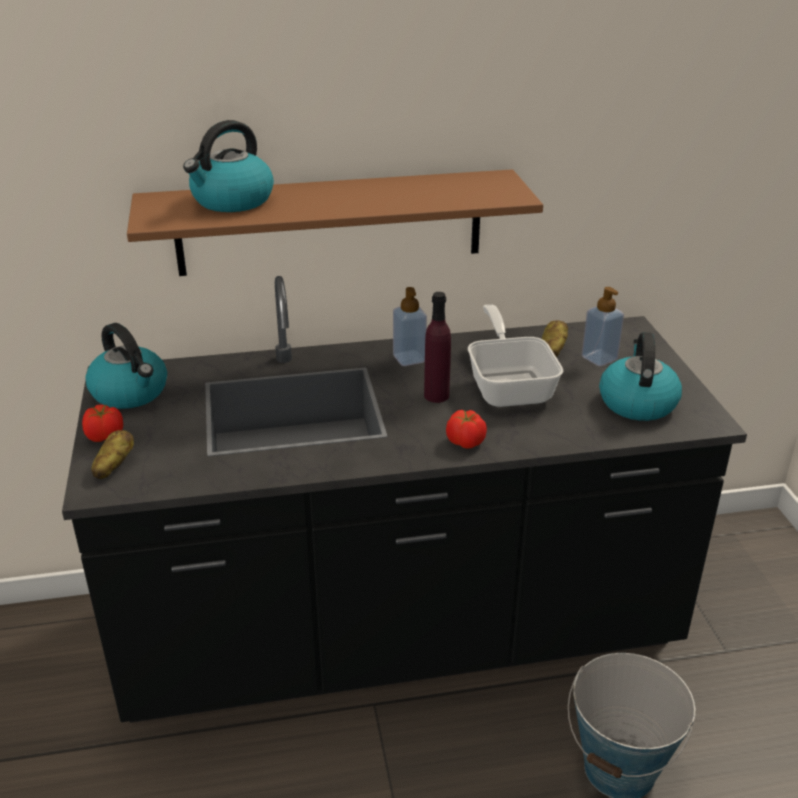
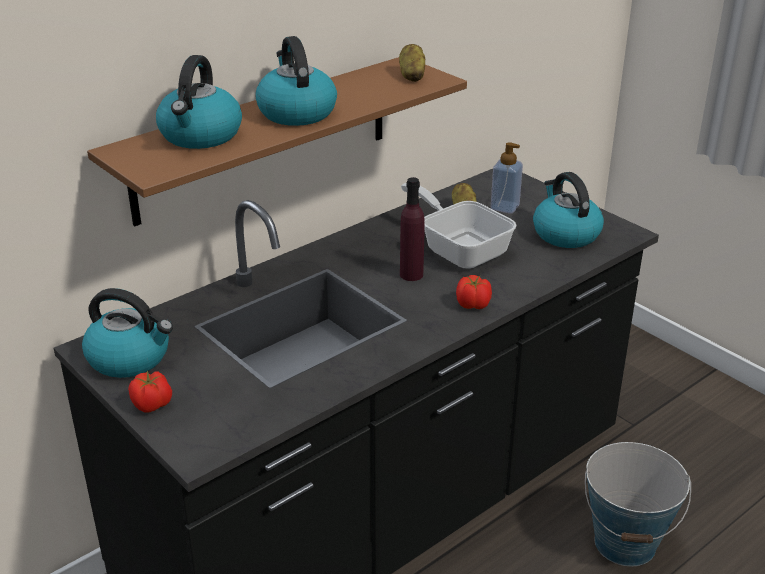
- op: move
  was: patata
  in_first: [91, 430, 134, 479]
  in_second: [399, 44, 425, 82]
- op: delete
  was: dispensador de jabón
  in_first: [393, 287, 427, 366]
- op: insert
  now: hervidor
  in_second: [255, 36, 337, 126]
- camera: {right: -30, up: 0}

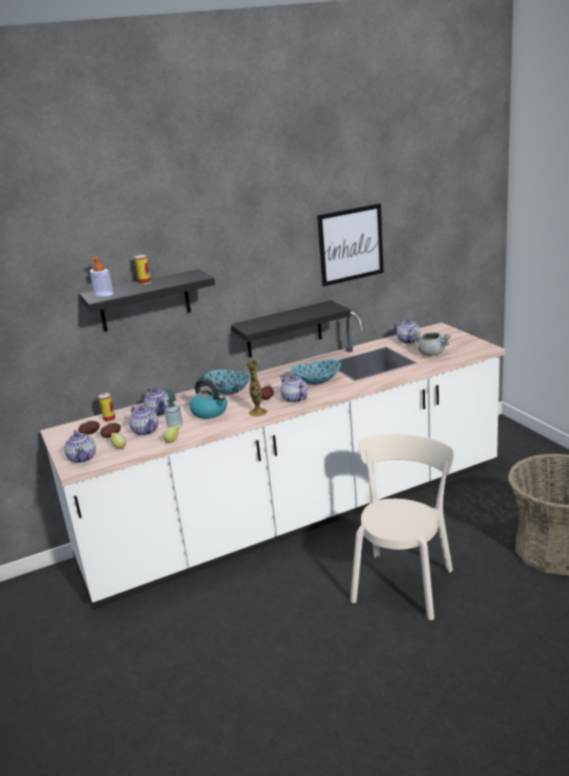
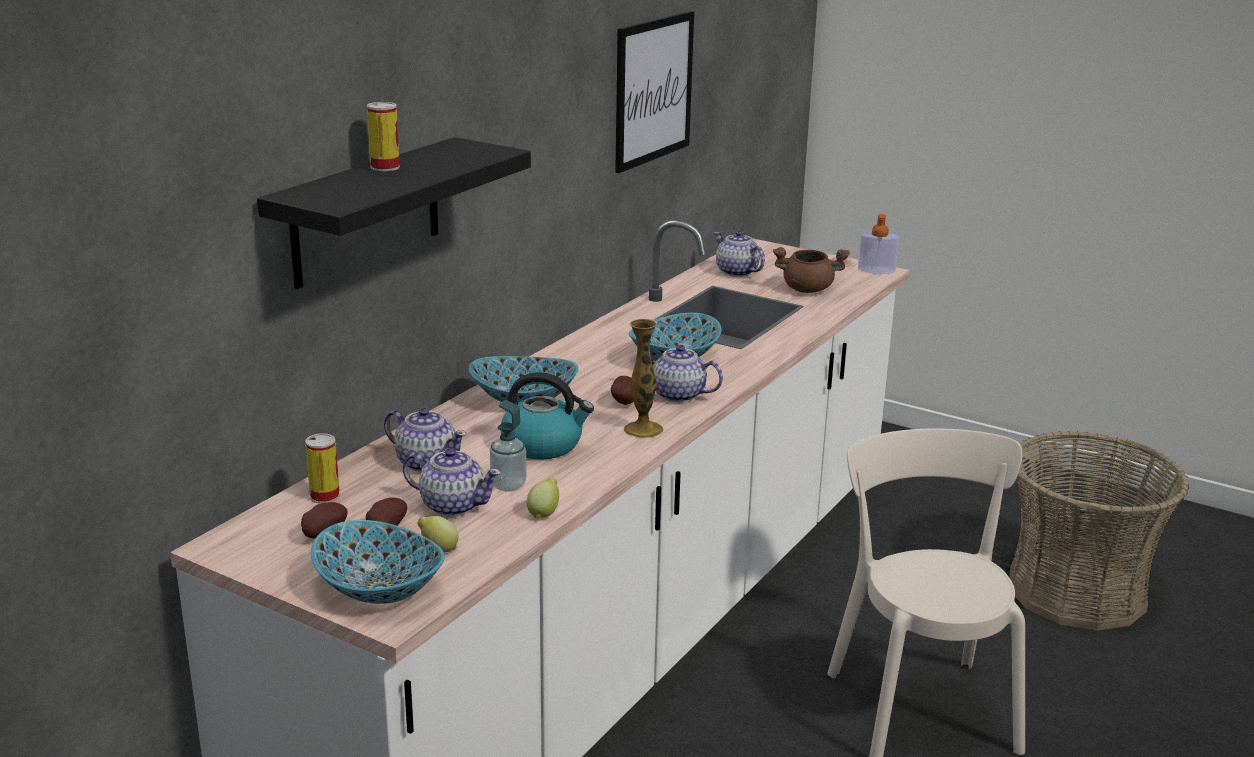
- op: replace
  was: tetera
  now: cuenco
  in_first: [64, 430, 96, 463]
  in_second: [311, 520, 445, 604]
- op: move
  was: dispensador de jabón
  in_first: [90, 256, 113, 297]
  in_second: [858, 214, 899, 274]
- op: delete
  was: estante [negro]
  in_first: [231, 300, 351, 358]
- op: recolor
  was: olla [gris]
  now: olla [marrón]
  in_first: [412, 330, 451, 356]
  in_second: [773, 247, 850, 293]
- camera: {right: -35, up: 0}

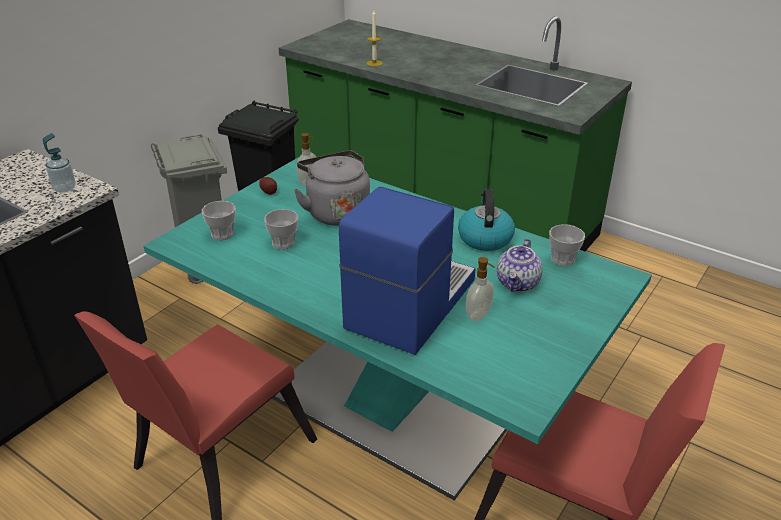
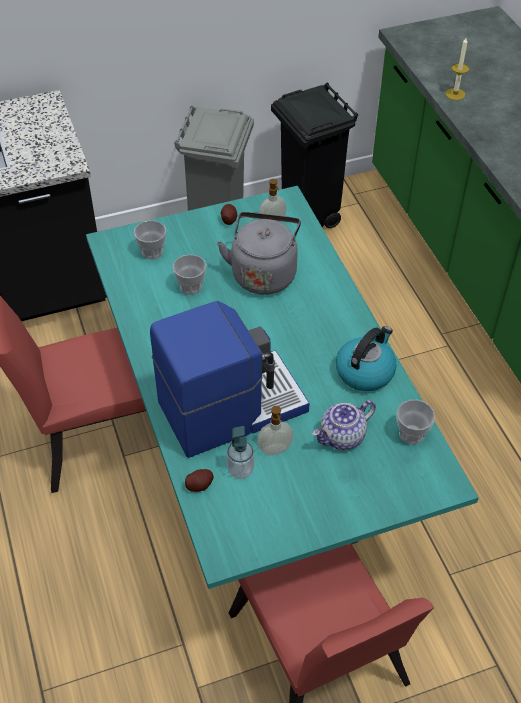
- op: move
  was: dispensador de jabón
  in_first: [43, 133, 76, 193]
  in_second: [227, 426, 254, 479]
- op: insert
  now: patata
  in_second: [185, 469, 214, 492]
- camera: {right: 35, up: 15}

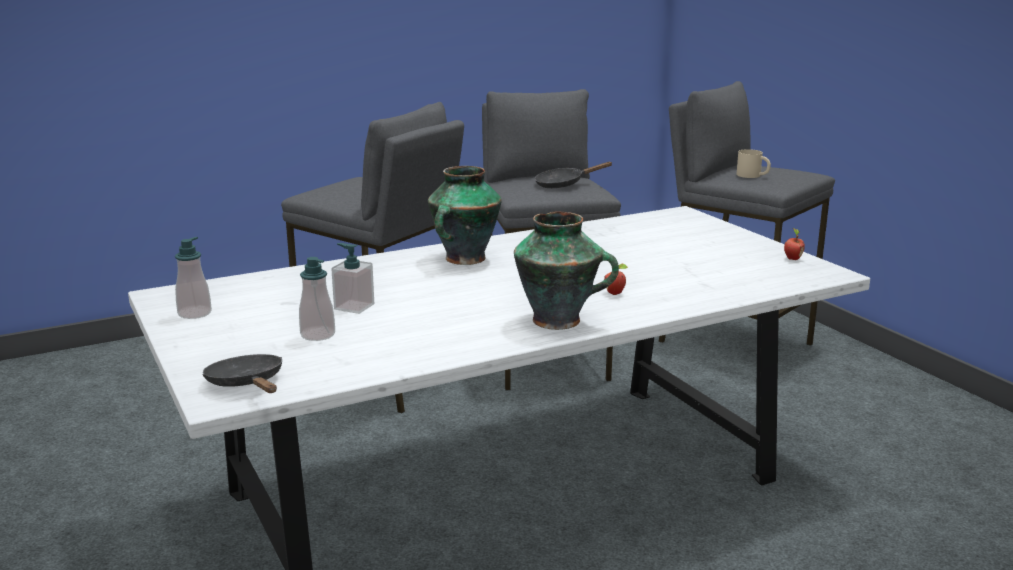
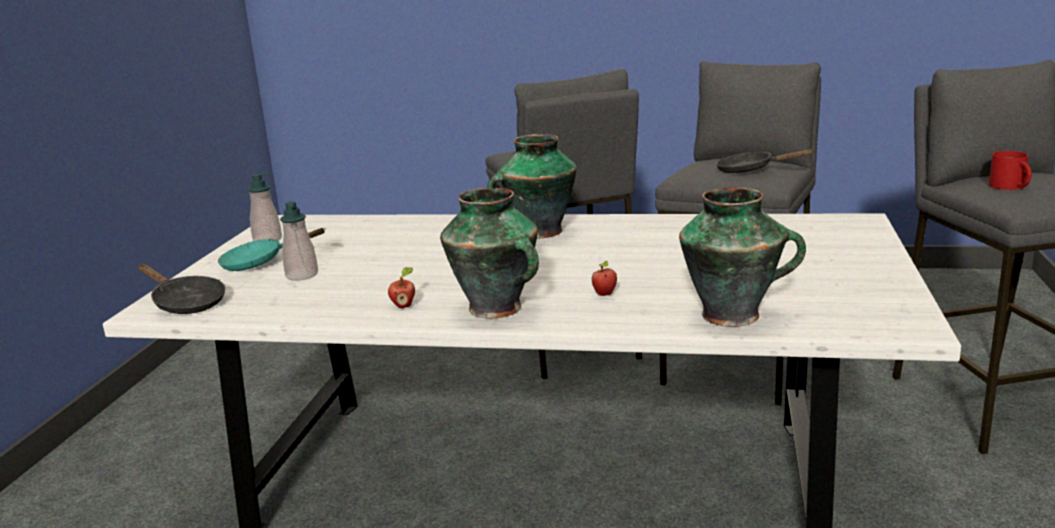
- op: rotate
  was: sartén [negro]
  in_first: [202, 354, 282, 393]
  in_second: [138, 264, 225, 314]
  clockwise: 120
- op: delete
  was: dispensador de jabón
  in_first: [331, 243, 374, 314]
- op: recolor
  was: taza grande [beis]
  now: taza grande [rojo]
  in_first: [736, 149, 771, 178]
  in_second: [989, 151, 1032, 190]
- op: move
  was: manzana
  in_first: [784, 228, 805, 260]
  in_second: [388, 267, 415, 308]
- op: insert
  now: sartén [turquesa]
  in_second: [218, 228, 326, 271]
- op: insert
  now: florero
  in_second: [679, 187, 806, 327]
- camera: {right: 40, up: 0}

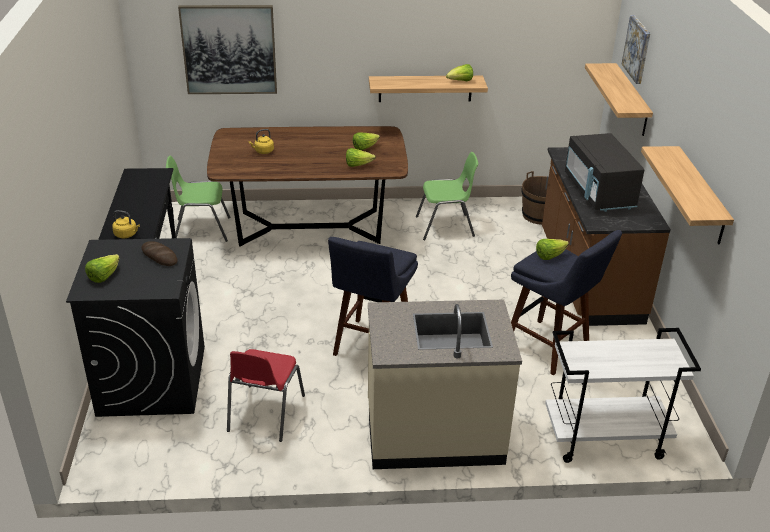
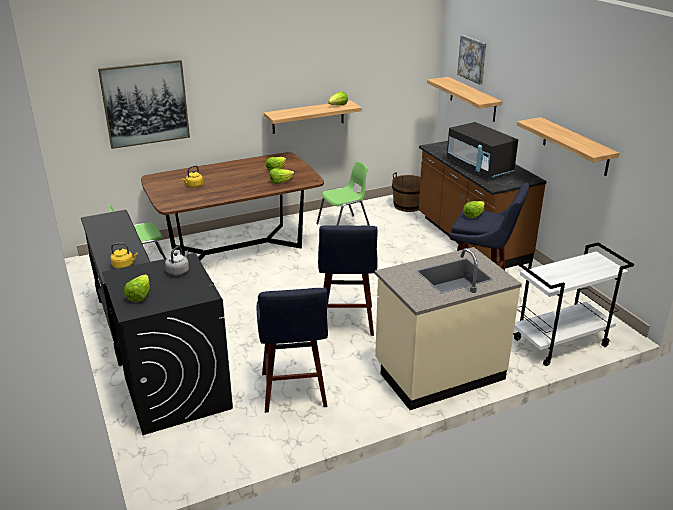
- op: replace
  was: pan
  now: hervidor [gris]
  in_first: [142, 241, 178, 266]
  in_second: [165, 246, 189, 276]
- op: replace
  was: silla [rojo]
  now: taburete [azul]
  in_first: [227, 349, 305, 442]
  in_second: [257, 288, 328, 413]
- camera: {right: -20, up: -5}

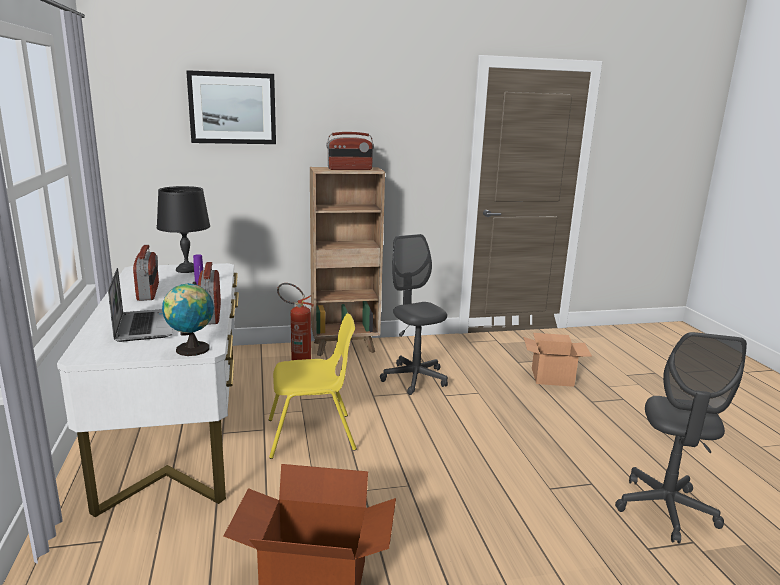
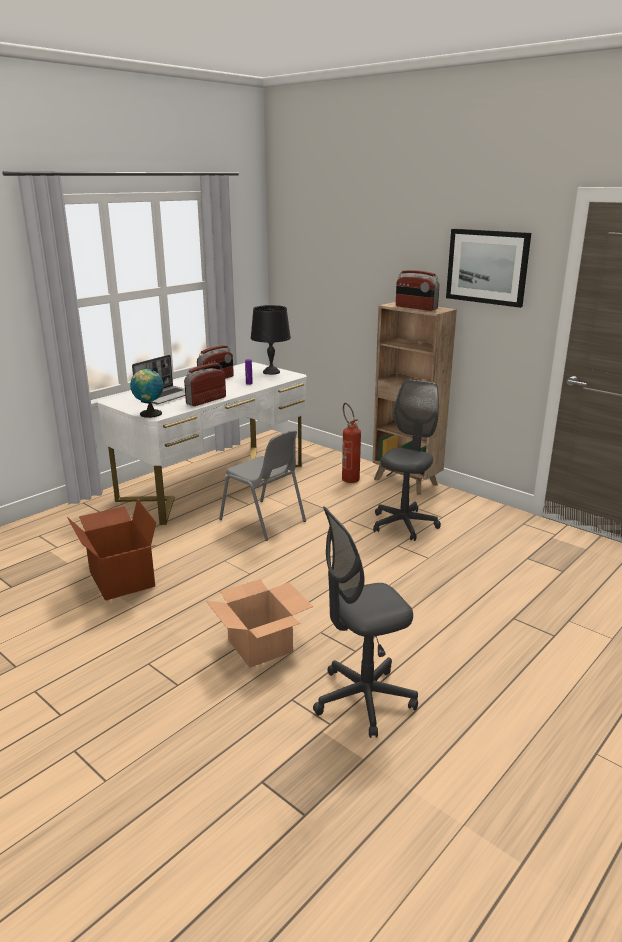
- op: move
  was: cuadro
  in_first: [186, 70, 276, 144]
  in_second: [446, 229, 531, 308]
- op: recolor
  was: silla [amarillo]
  now: silla [gris]
  in_first: [269, 313, 357, 459]
  in_second: [219, 430, 306, 541]
- op: move
  was: caja de cartón
  in_first: [523, 333, 592, 387]
  in_second: [206, 579, 313, 668]
- camera: {right: 55, up: 5}

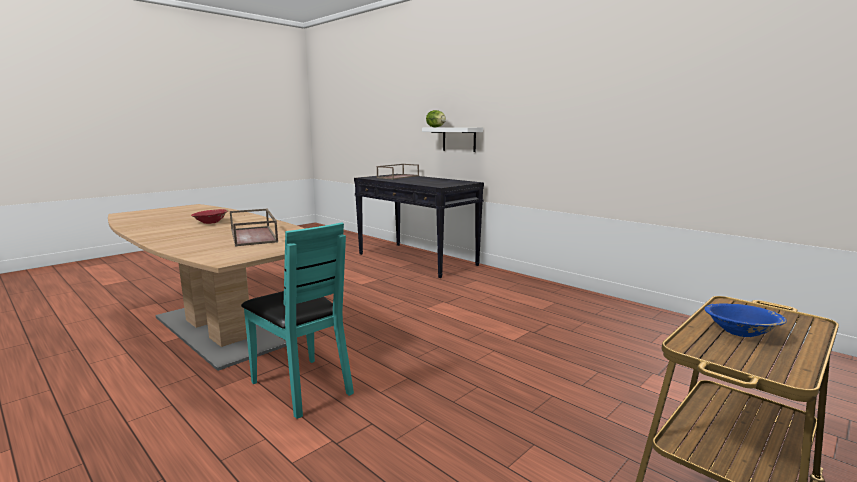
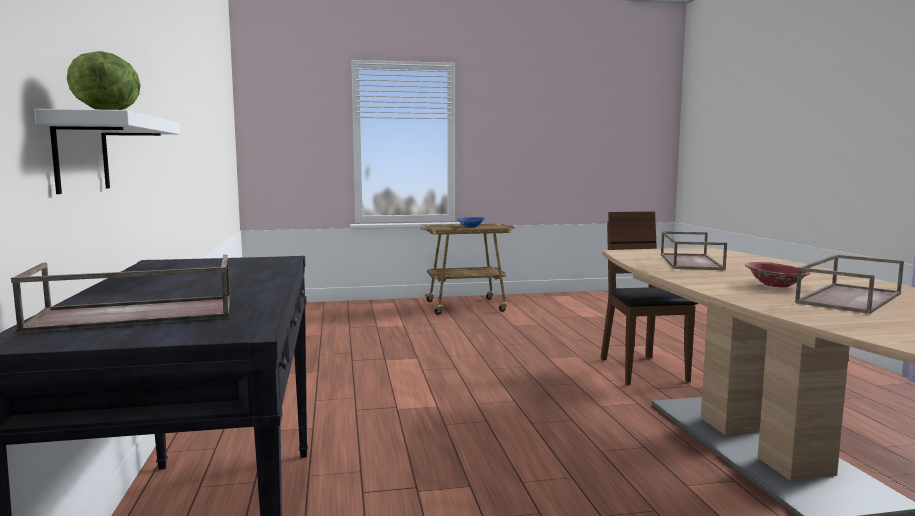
- op: recolor
  was: silla [turquesa]
  now: silla [marrón]
  in_first: [241, 222, 354, 419]
  in_second: [600, 212, 698, 385]
- op: insert
  now: bandeja [marrón]
  in_second: [795, 255, 904, 314]
- camera: {right: -145, up: -5}

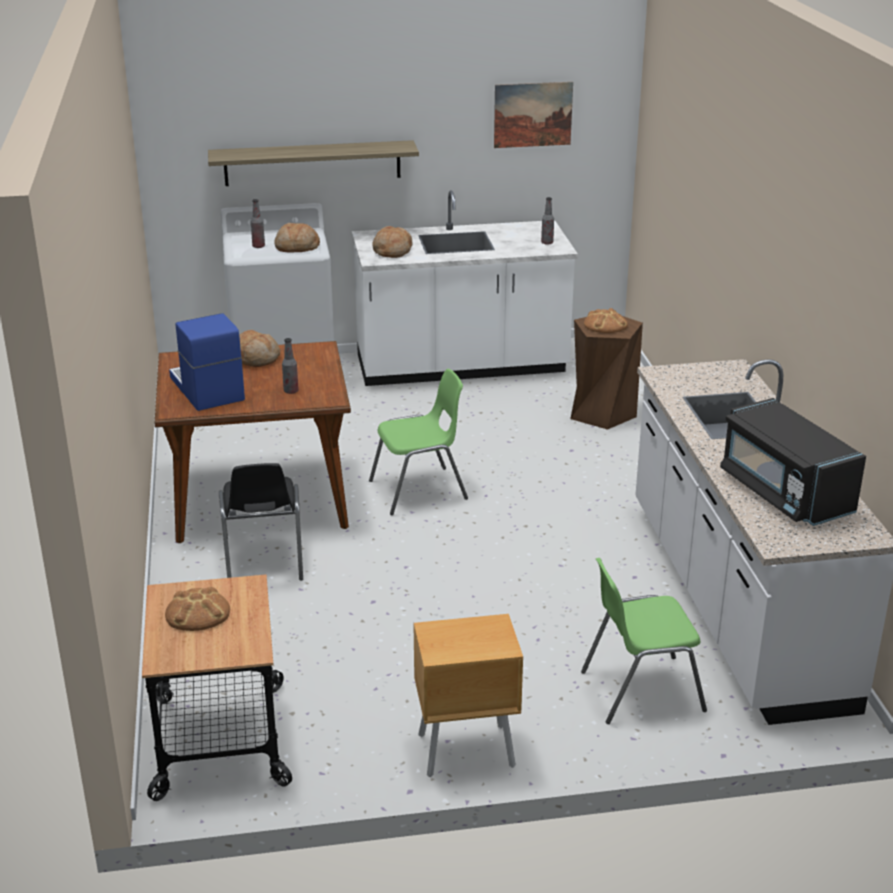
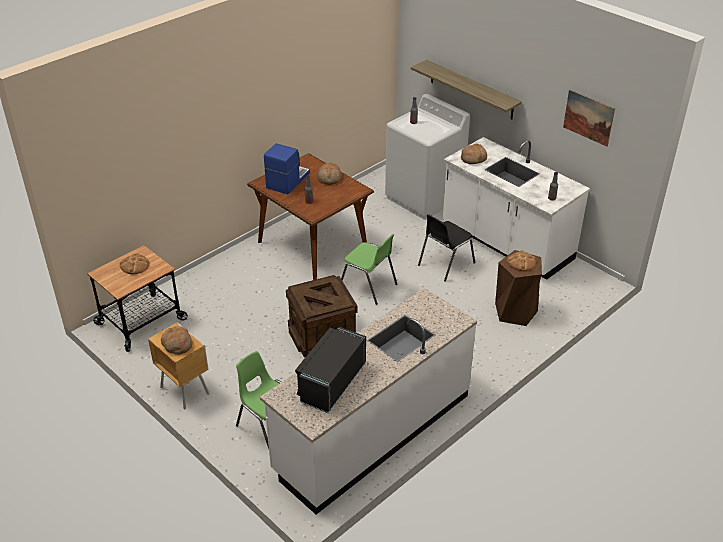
- op: move
  was: silla [negro]
  in_first: [219, 463, 303, 581]
  in_second: [418, 214, 475, 282]
- op: move
  was: pan
  in_first: [274, 222, 320, 252]
  in_second: [161, 326, 192, 355]
- op: insert
  now: caja de embalaje
  in_second: [286, 275, 358, 358]
- camera: {right: 55, up: 10}

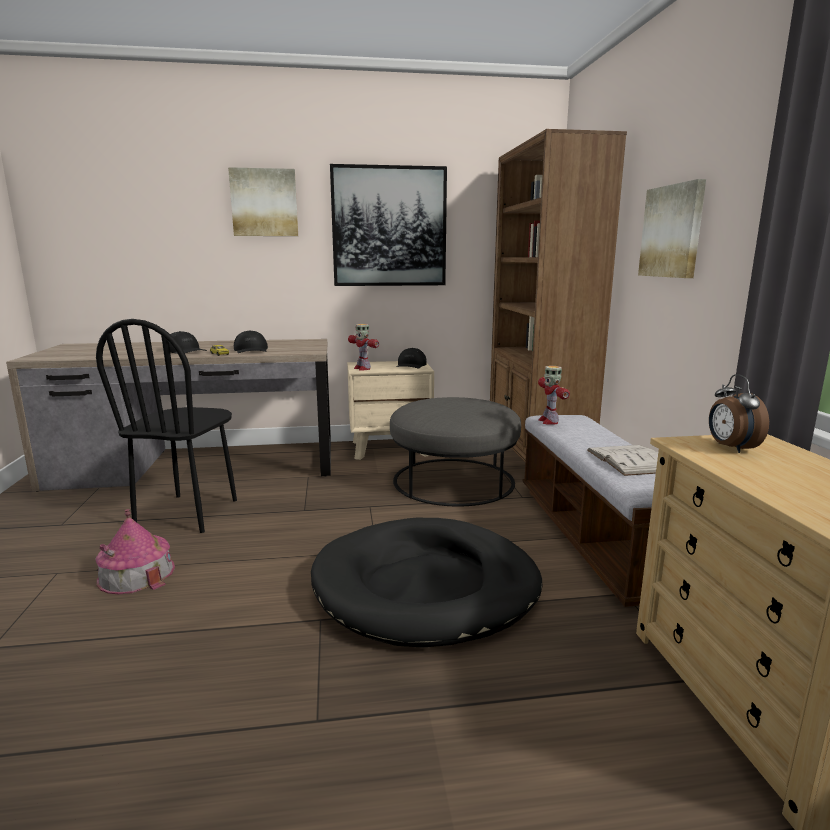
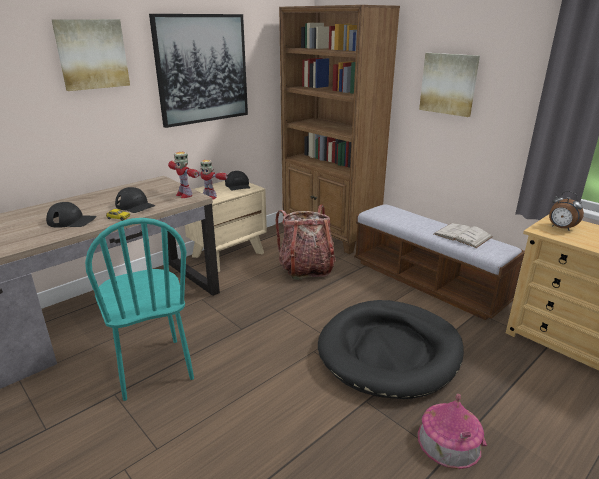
- op: recolor
  was: silla [negro]
  now: silla [turquesa]
  in_first: [96, 319, 237, 533]
  in_second: [85, 218, 194, 401]
- op: move
  was: casita
  in_first: [96, 509, 175, 594]
  in_second: [418, 394, 487, 469]
- op: replace
  was: puf [gris]
  now: mochila
  in_first: [390, 397, 521, 507]
  in_second: [276, 204, 336, 280]
- op: move
  was: robot de juguete
  in_first: [538, 366, 570, 425]
  in_second: [168, 152, 199, 198]
- camera: {right: -35, up: 10}

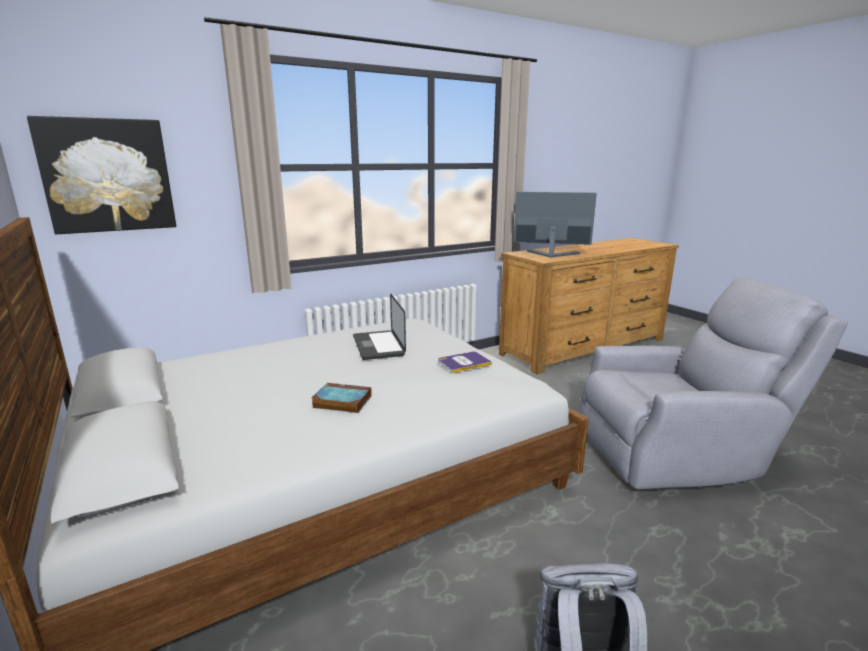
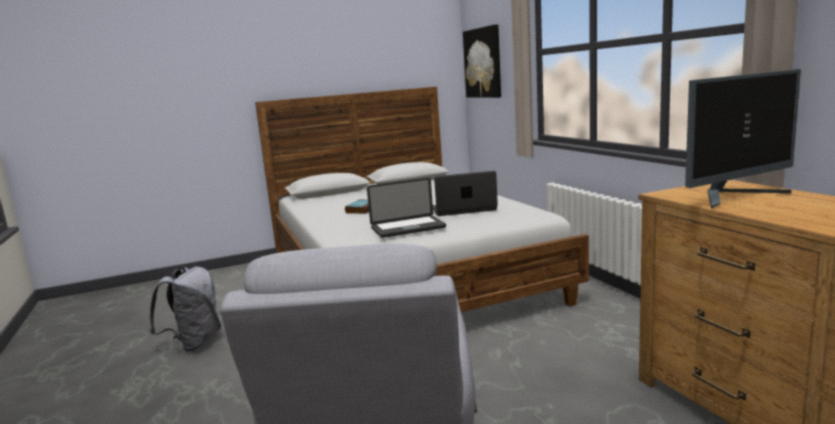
- op: replace
  was: libro
  now: portátil
  in_first: [438, 352, 492, 373]
  in_second: [367, 178, 446, 238]
- op: rotate
  was: monitor
  in_first: [514, 192, 597, 258]
  in_second: [685, 69, 801, 209]
  clockwise: 45
- camera: {right: 100, up: -5}

